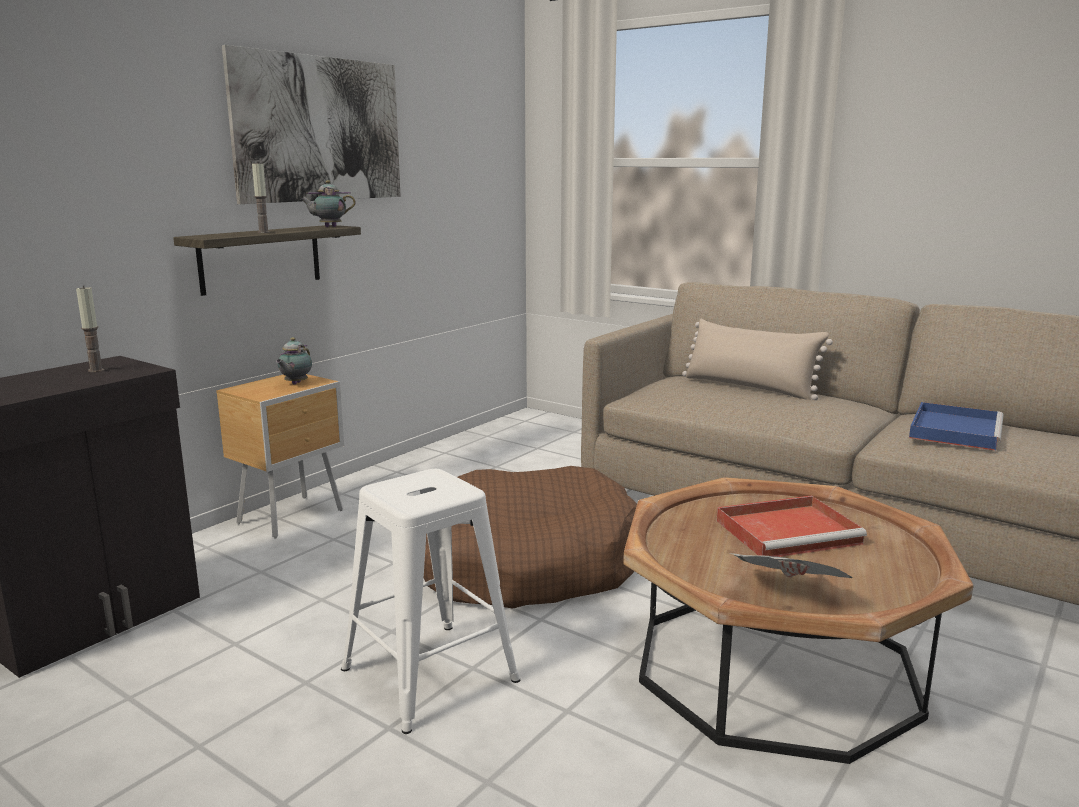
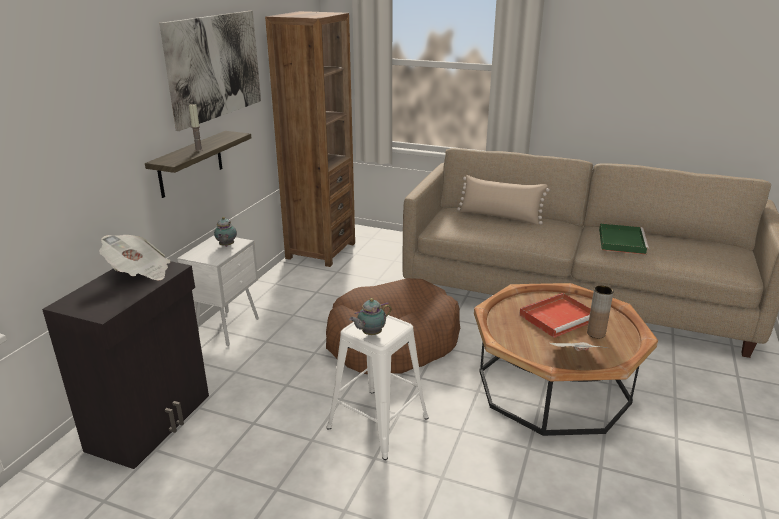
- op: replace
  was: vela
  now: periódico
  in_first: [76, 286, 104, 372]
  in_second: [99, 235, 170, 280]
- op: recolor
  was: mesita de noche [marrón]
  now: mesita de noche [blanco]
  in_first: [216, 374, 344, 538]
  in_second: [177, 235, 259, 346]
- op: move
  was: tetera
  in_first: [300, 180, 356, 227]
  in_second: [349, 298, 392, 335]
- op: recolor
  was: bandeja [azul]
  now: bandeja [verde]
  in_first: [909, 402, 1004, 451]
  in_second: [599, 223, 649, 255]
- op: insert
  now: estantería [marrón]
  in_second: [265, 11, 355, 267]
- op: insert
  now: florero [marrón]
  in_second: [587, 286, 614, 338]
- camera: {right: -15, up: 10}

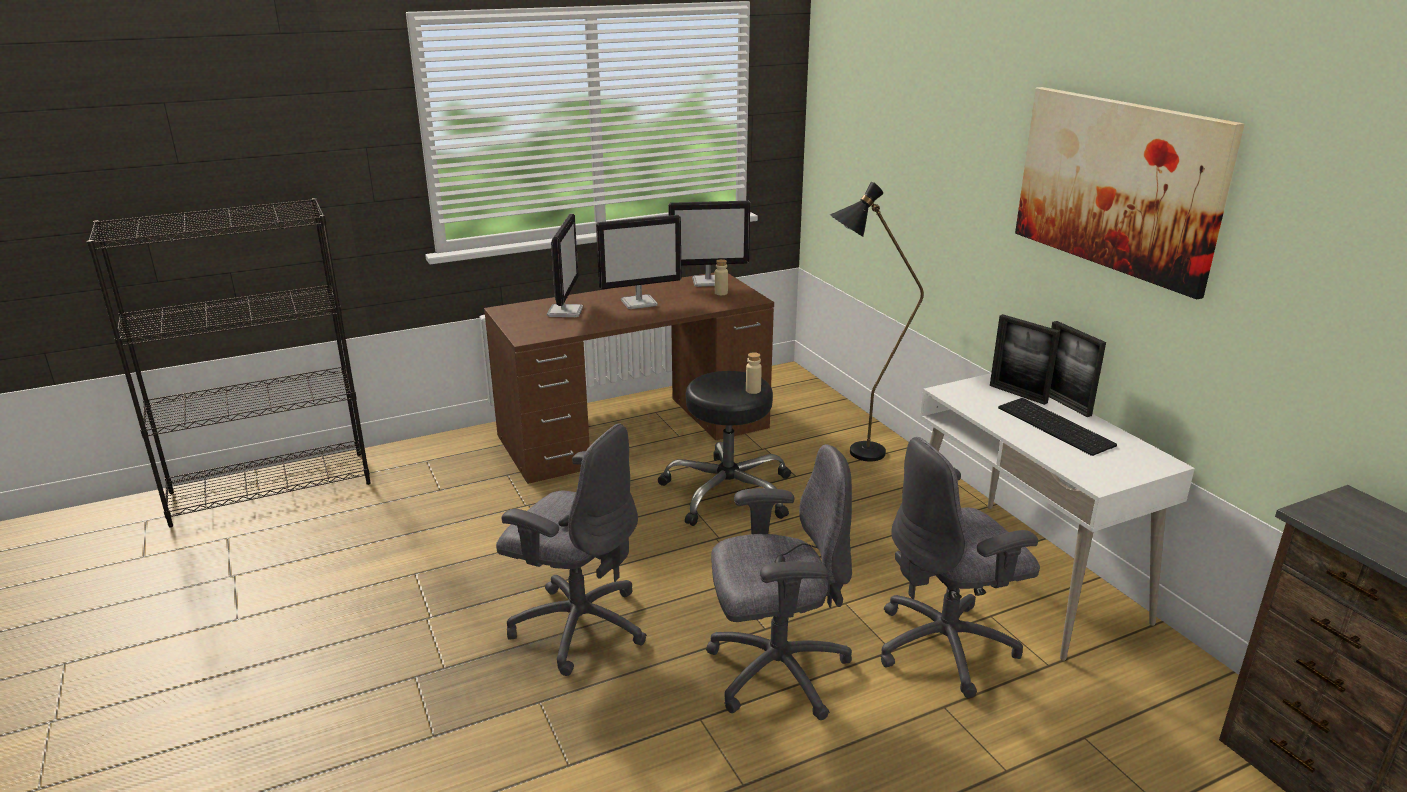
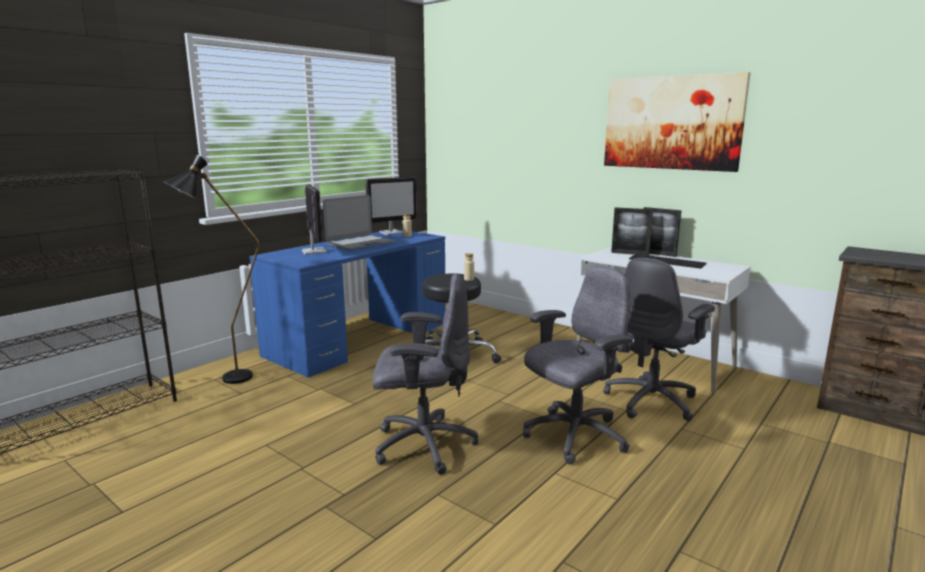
- op: recolor
  was: escritorio [marrón]
  now: escritorio [azul]
  in_first: [484, 272, 774, 484]
  in_second: [249, 229, 446, 378]
- op: replace
  was: monitor
  now: portátil
  in_first: [596, 215, 681, 309]
  in_second: [323, 195, 396, 250]
- op: move
  was: lámpara de pie [negro]
  in_first: [830, 182, 924, 462]
  in_second: [164, 155, 259, 384]
- camera: {right: -25, up: -10}

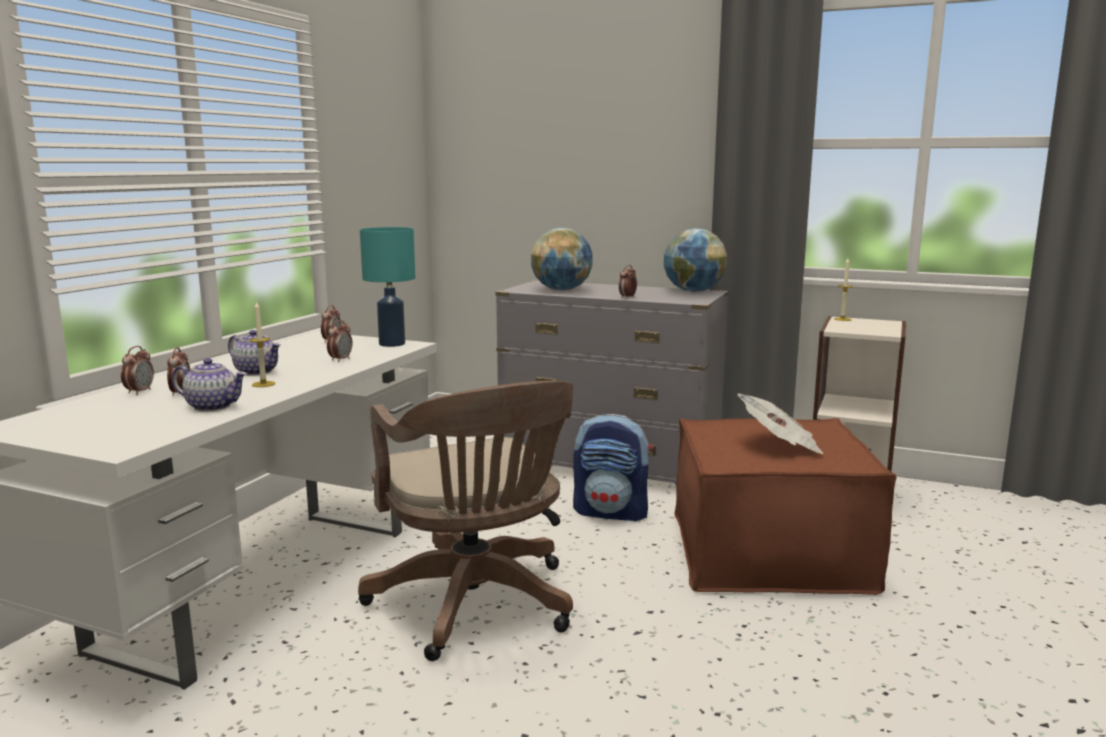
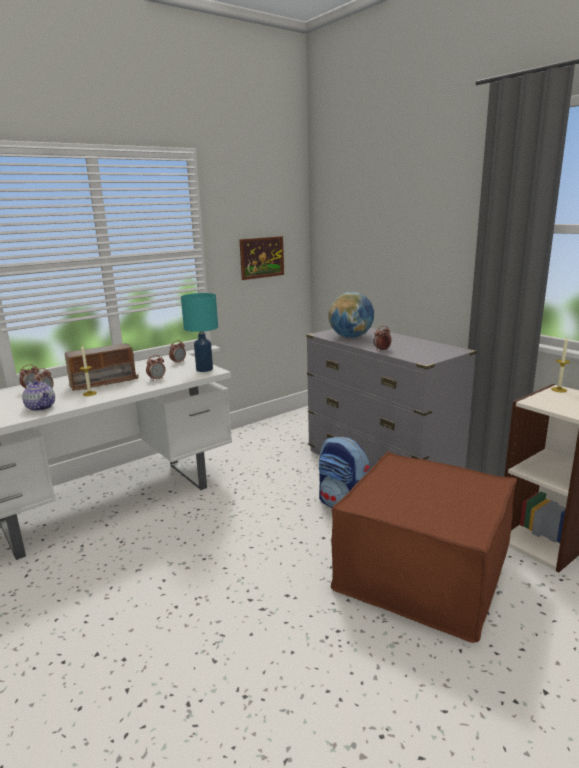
- op: replace
  was: tetera
  now: radio
  in_first: [228, 330, 281, 375]
  in_second: [65, 343, 139, 391]
- op: delete
  was: silla de oficina [marrón]
  in_first: [358, 381, 574, 661]
- op: delete
  was: globo terráqueo
  in_first: [664, 228, 727, 292]
- op: delete
  was: periódico
  in_first: [738, 394, 823, 454]
- op: insert
  now: cuadro
  in_second: [239, 236, 284, 280]
- camera: {right: 30, up: 5}

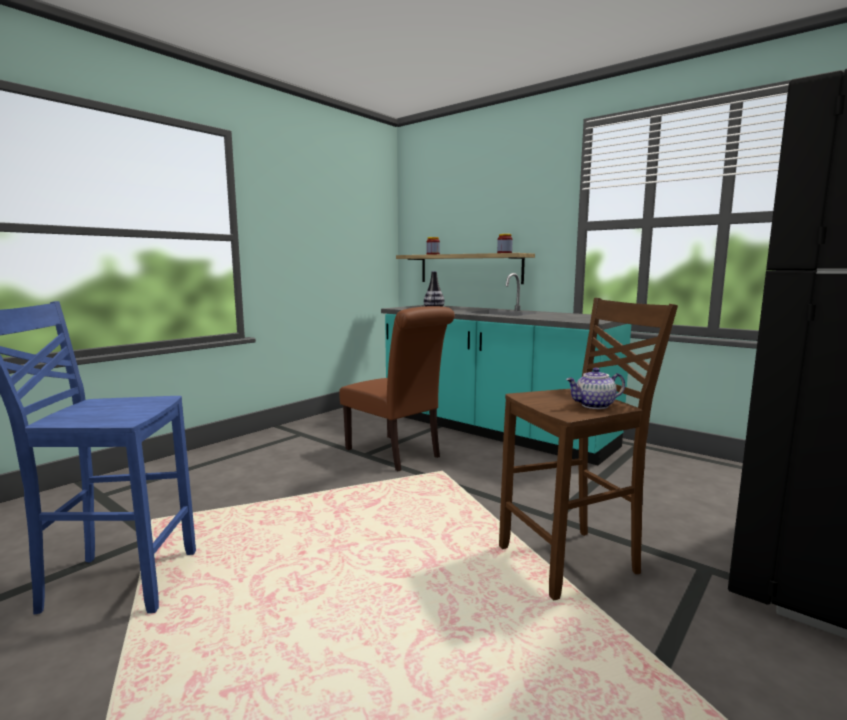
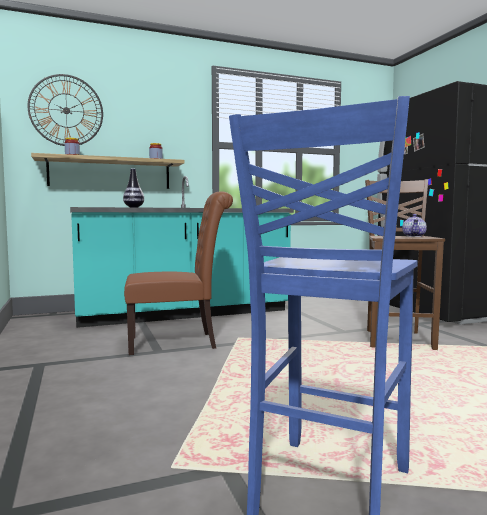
- op: insert
  now: reloj de pared
  in_second: [28, 74, 103, 146]
- camera: {right: -60, up: -5}

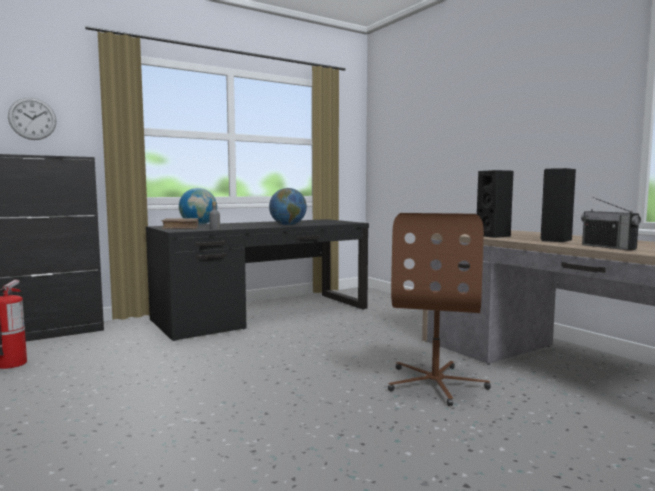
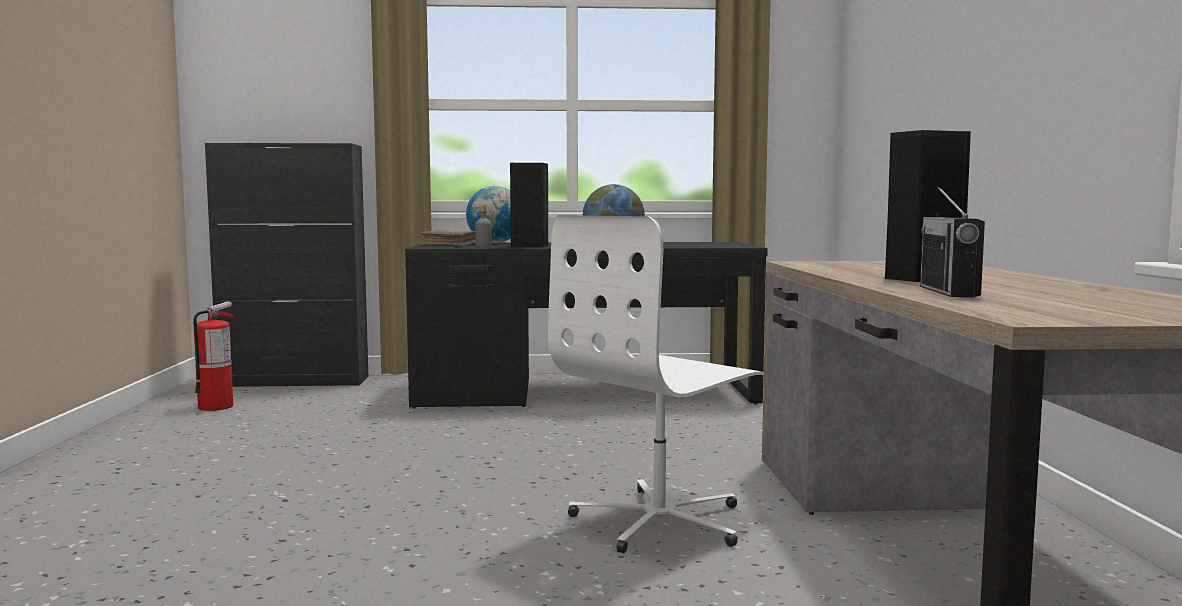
- op: delete
  was: reloj de pared
  in_first: [8, 97, 57, 140]
- op: recolor
  was: silla de oficina [marrón]
  now: silla de oficina [blanco]
  in_first: [388, 213, 491, 406]
  in_second: [548, 215, 764, 553]
- op: move
  was: altavoz [negro]
  in_first: [477, 170, 514, 238]
  in_second: [510, 163, 548, 247]
- camera: {right: 30, up: 0}

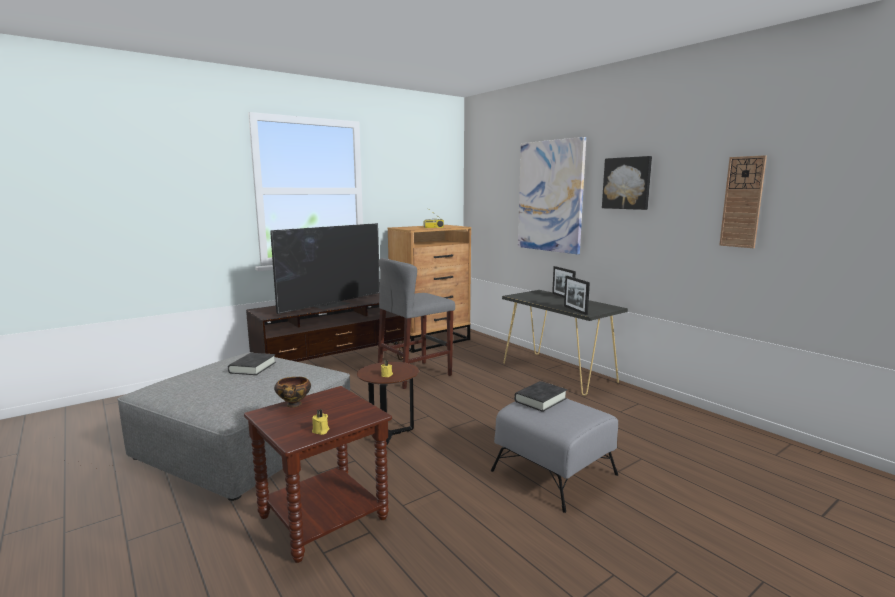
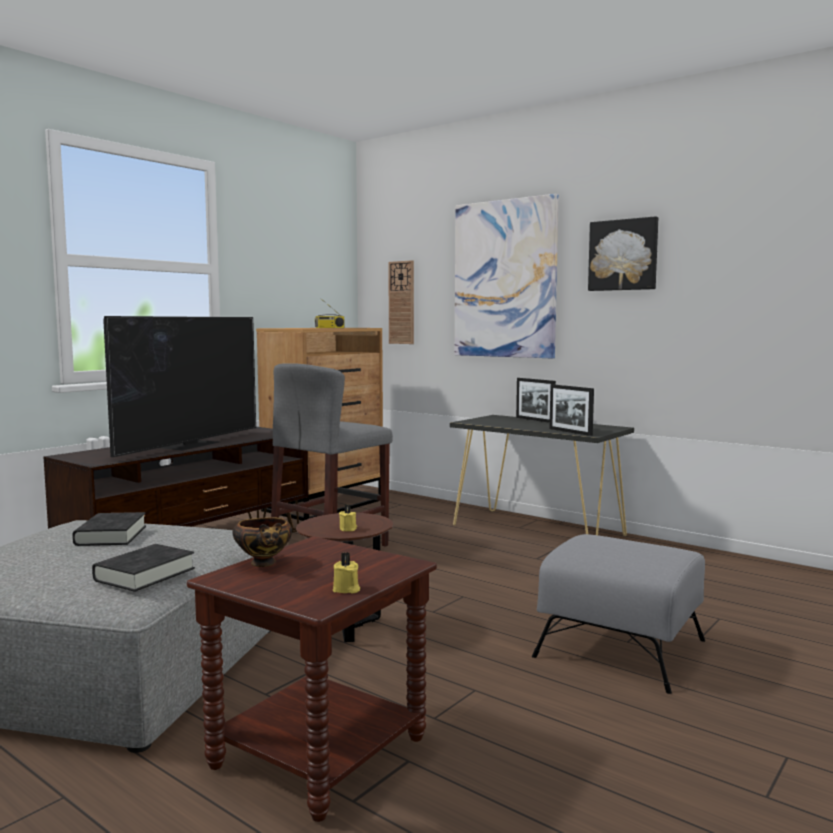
- op: move
  was: libro [negro]
  in_first: [514, 381, 567, 412]
  in_second: [92, 544, 195, 592]
- op: move
  was: reloj de pared
  in_first: [719, 155, 767, 248]
  in_second: [388, 260, 414, 344]
- camera: {right: -15, up: -5}

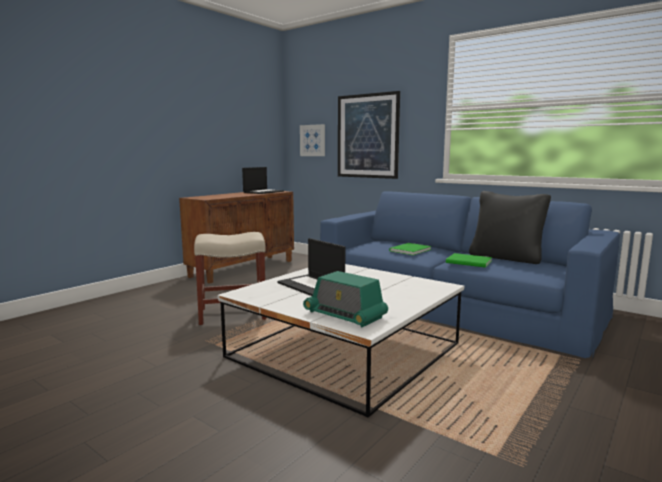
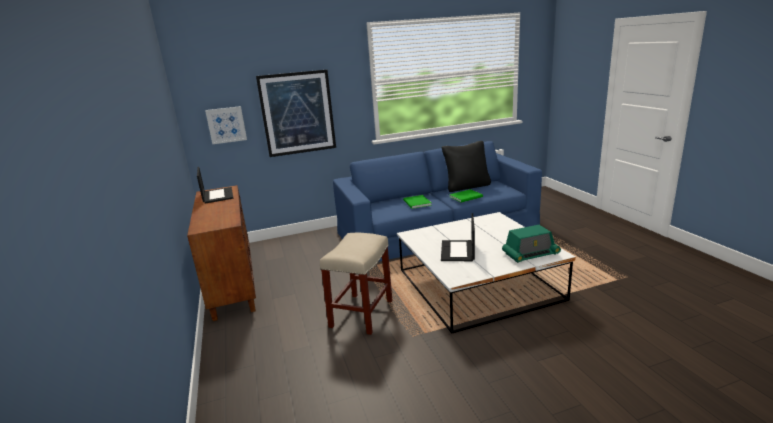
- op: rotate
  was: portátil
  in_first: [277, 238, 345, 296]
  in_second: [441, 213, 475, 261]
  clockwise: 105
- camera: {right: -55, up: 10}

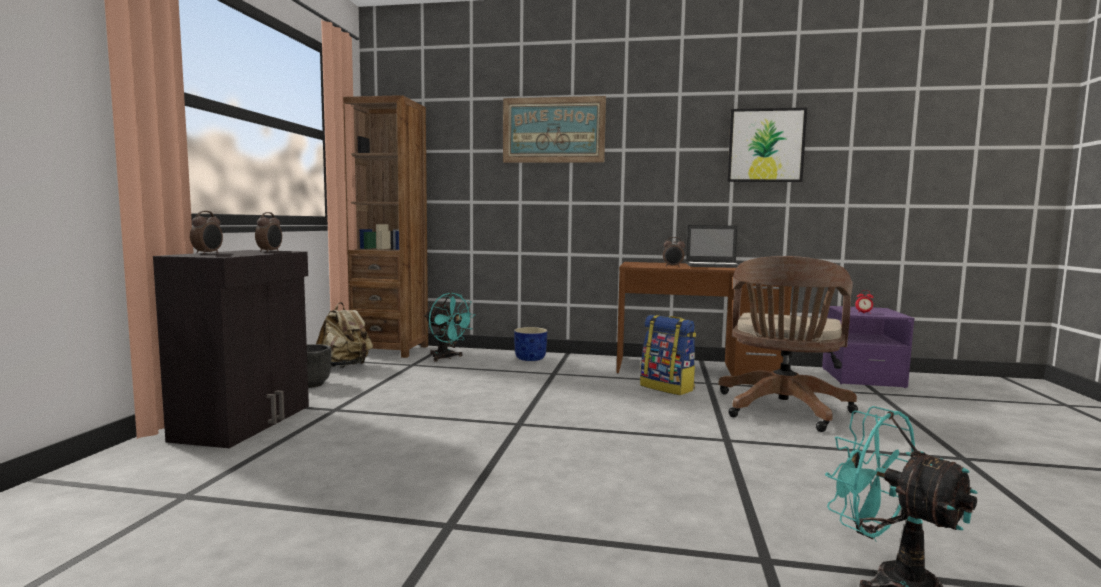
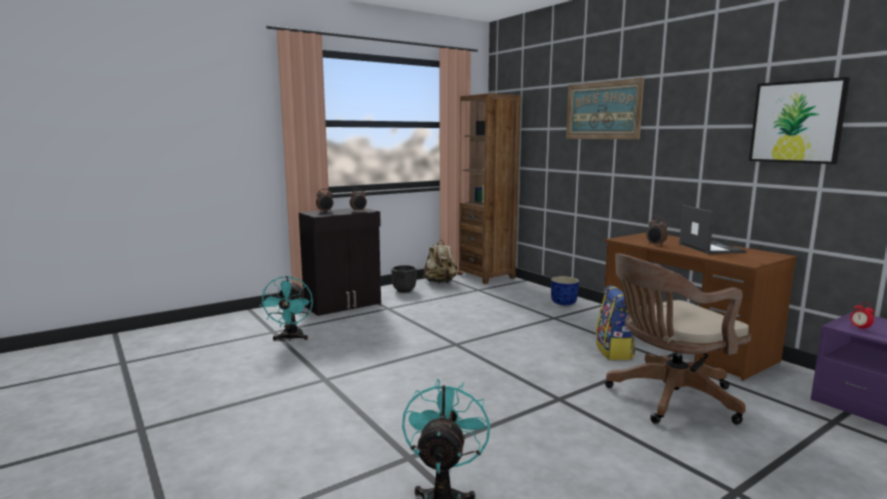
- op: move
  was: ventilador [turquesa]
  in_first: [424, 292, 476, 362]
  in_second: [260, 276, 313, 341]
- op: rotate
  was: portátil
  in_first: [686, 225, 739, 268]
  in_second: [679, 205, 747, 254]
  clockwise: -150
- camera: {right: 45, up: 5}

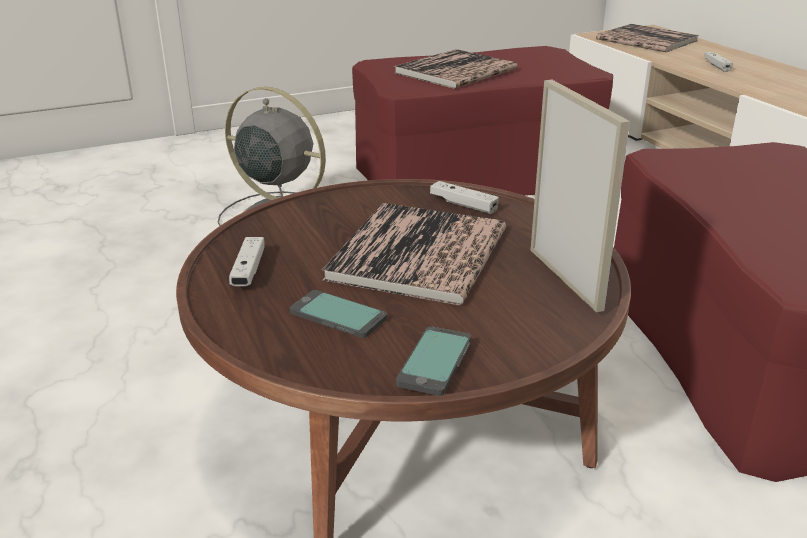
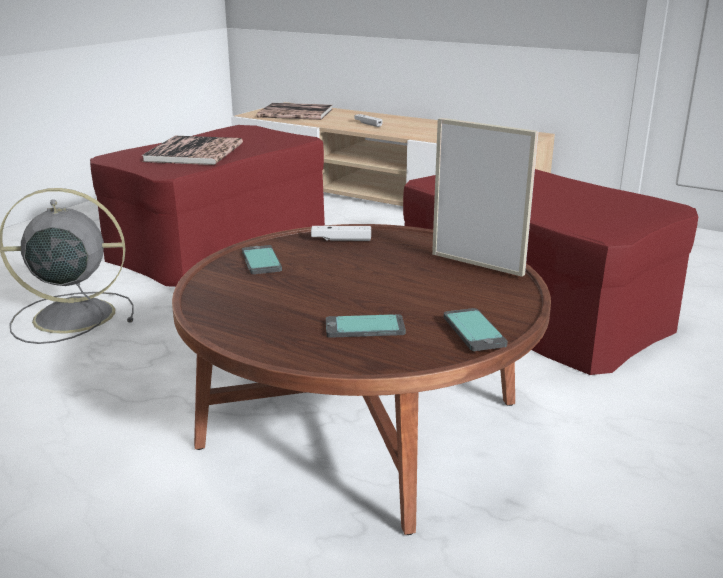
- op: delete
  was: mando de consola [blanco]
  in_first: [229, 237, 265, 287]
- op: delete
  was: libro
  in_first: [322, 203, 506, 305]
- op: insert
  now: móvil
  in_second: [242, 245, 282, 274]
- camera: {right: -35, up: -5}

